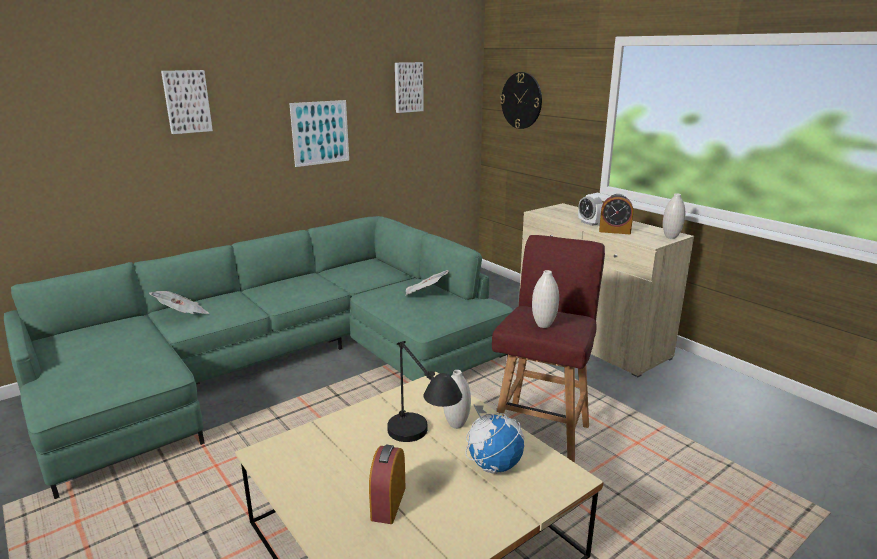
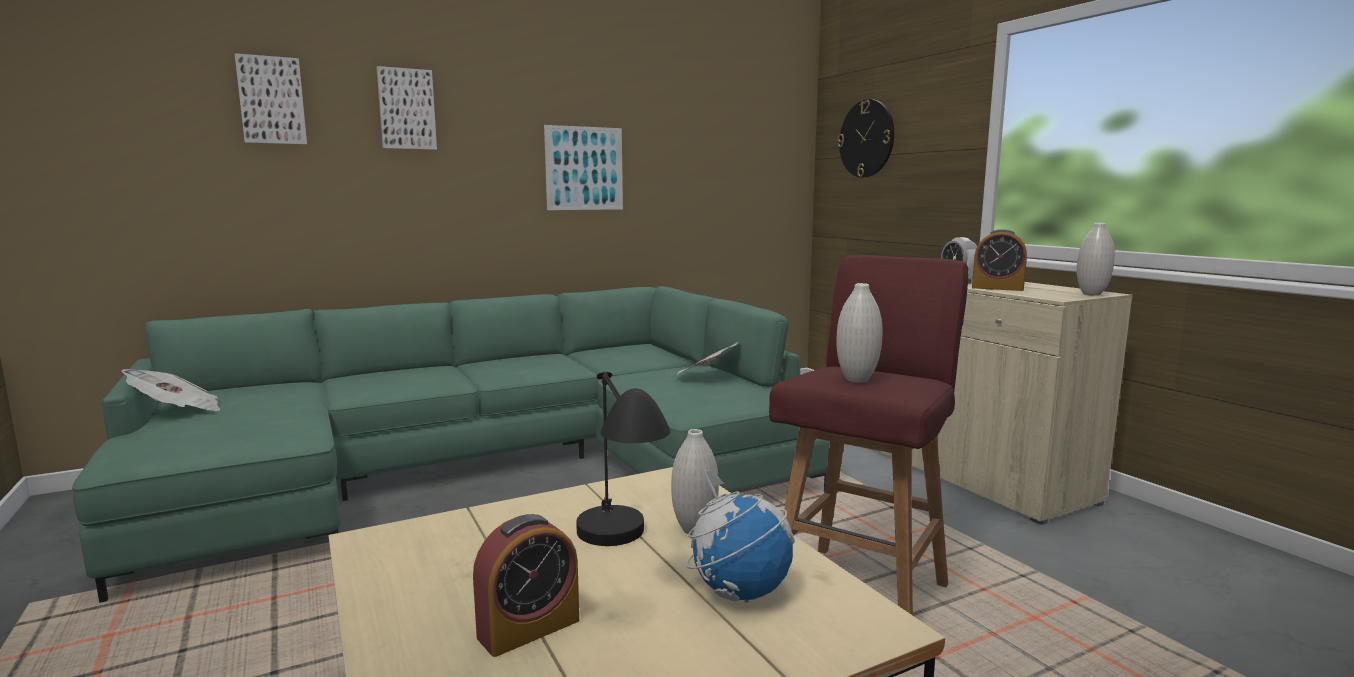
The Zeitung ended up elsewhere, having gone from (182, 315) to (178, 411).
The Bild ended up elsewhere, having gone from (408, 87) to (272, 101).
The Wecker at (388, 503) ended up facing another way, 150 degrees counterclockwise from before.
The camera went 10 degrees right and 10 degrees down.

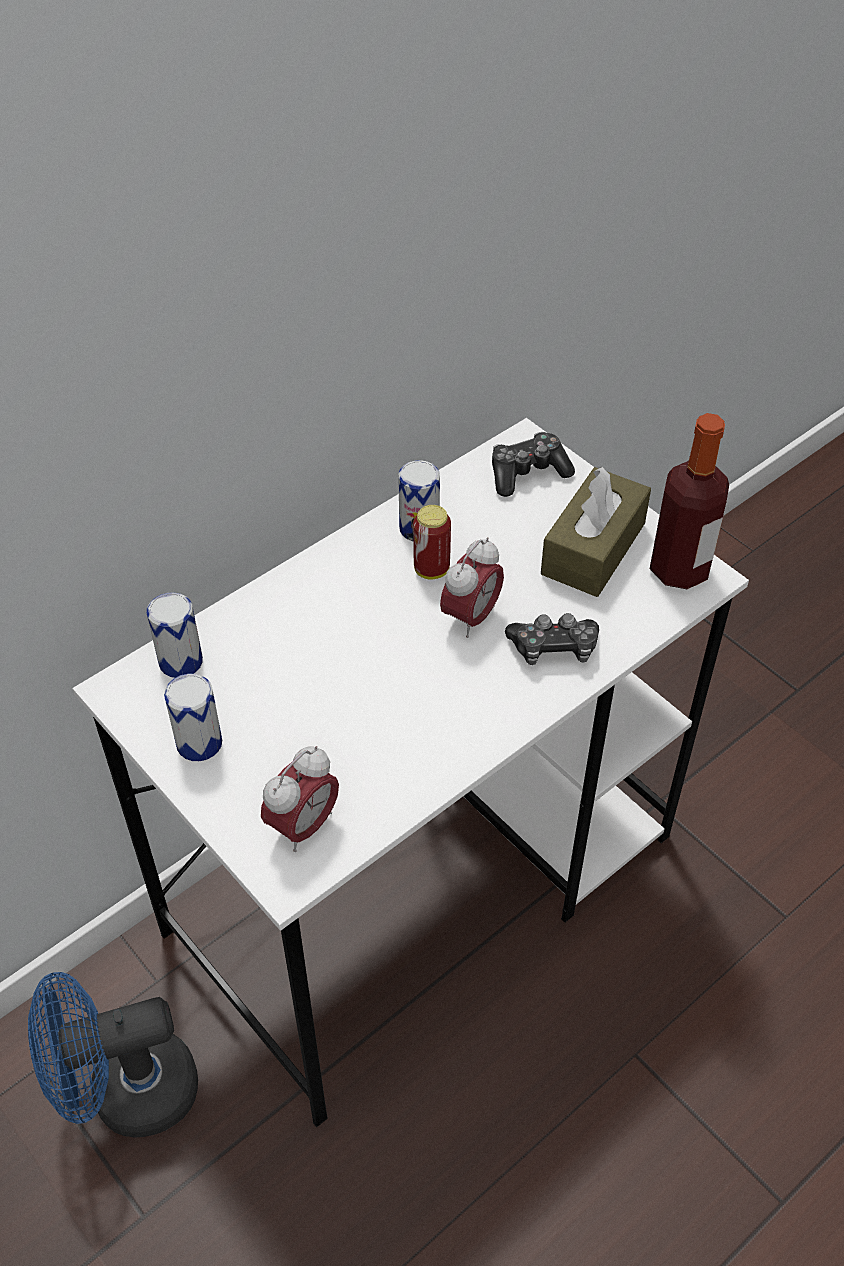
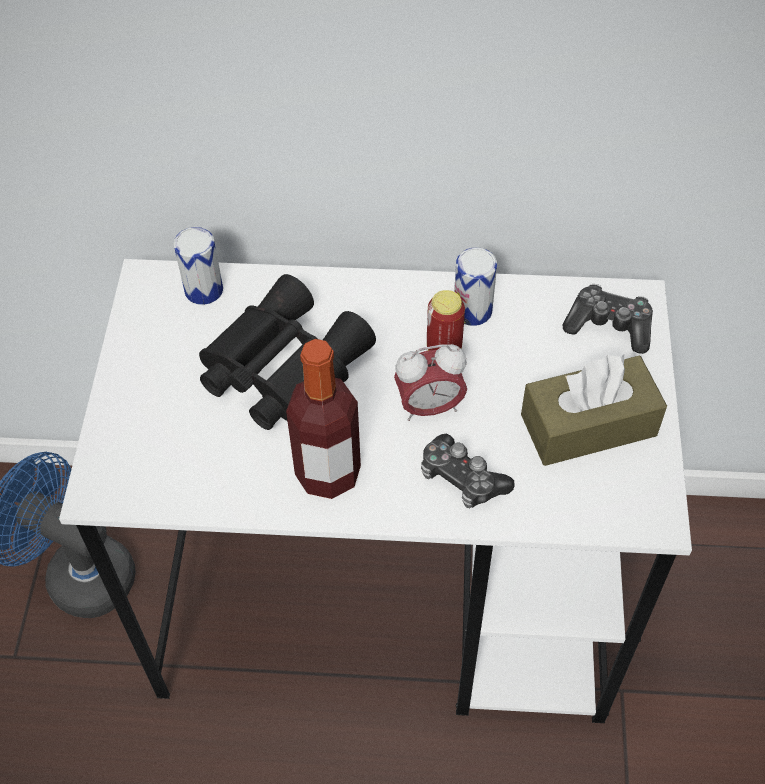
The second view lost the Dose at (199, 743).
The second view lost the Wecker at (303, 826).
The second view gained the Fernglas/schwarz at (280, 367).
The Flasche ended up elsewhere, having gone from (679, 569) to (328, 473).
The camera went 45 degrees right and 5 degrees up.

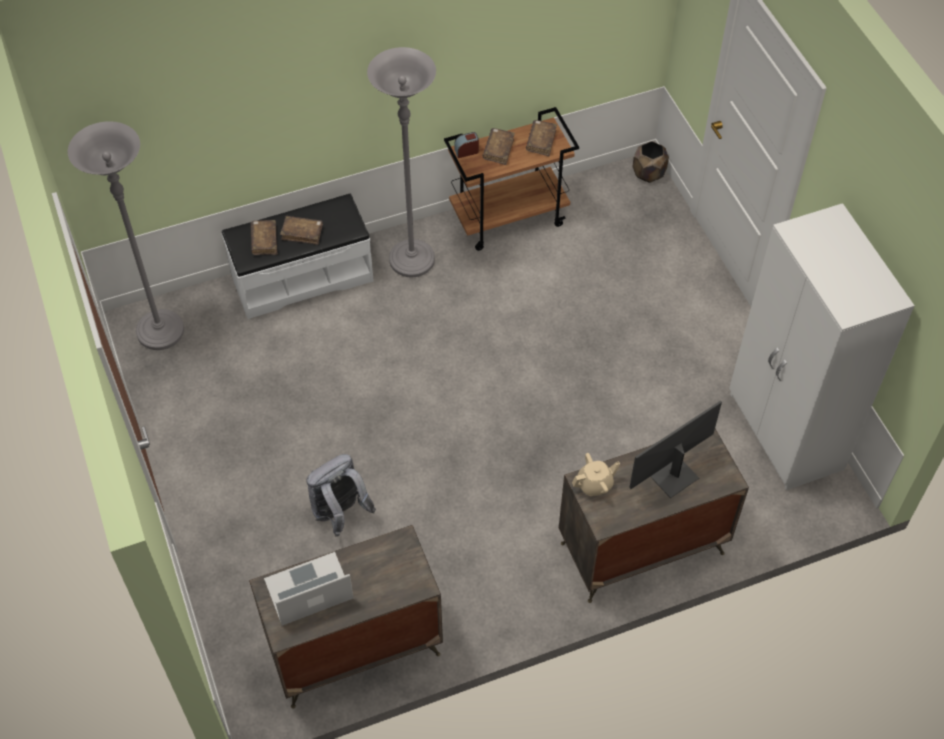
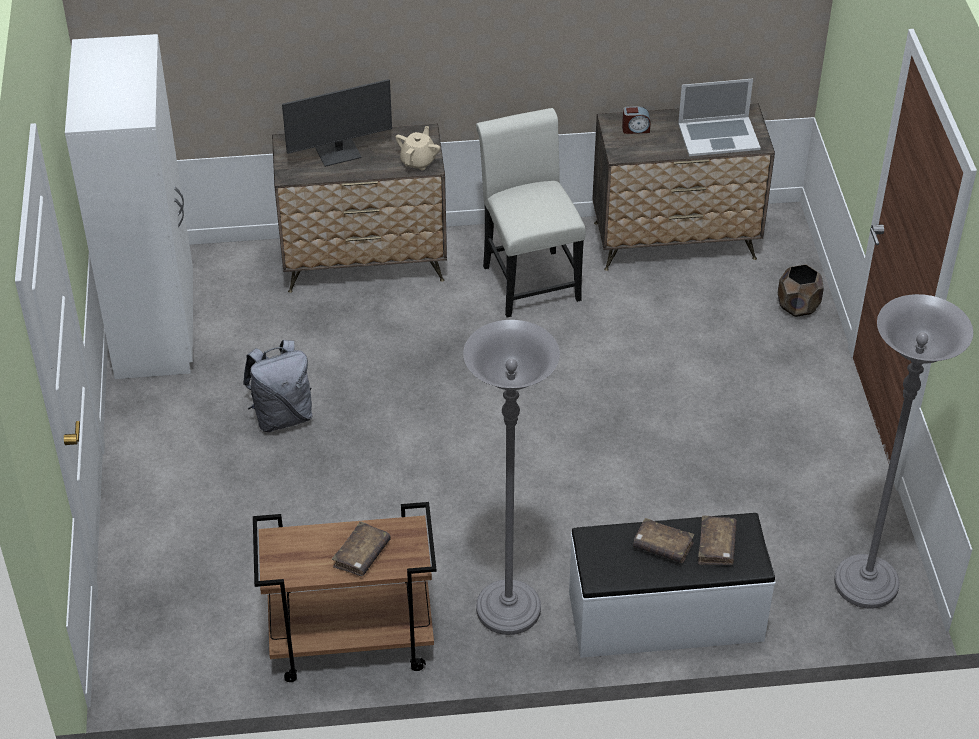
The second view lost the Buch/braun at (541, 141).
The second view gained the Stuhl/weiß at (528, 278).
The Rucksack/grau ended up elsewhere, having gone from (340, 513) to (282, 416).
The Wecker ended up elsewhere, having gone from (466, 151) to (635, 129).
The Pflanzkübel/braun ended up elsewhere, having gone from (648, 173) to (798, 306).
The Teekanne/beige at (595, 484) ended up facing another way, 120 degrees clockwise from before.
The camera went 165 degrees left and 10 degrees down.

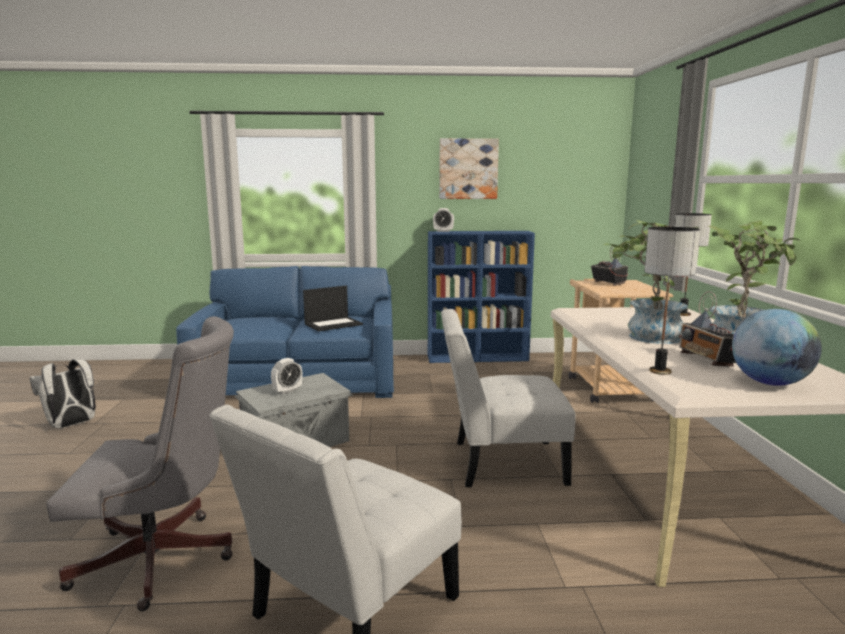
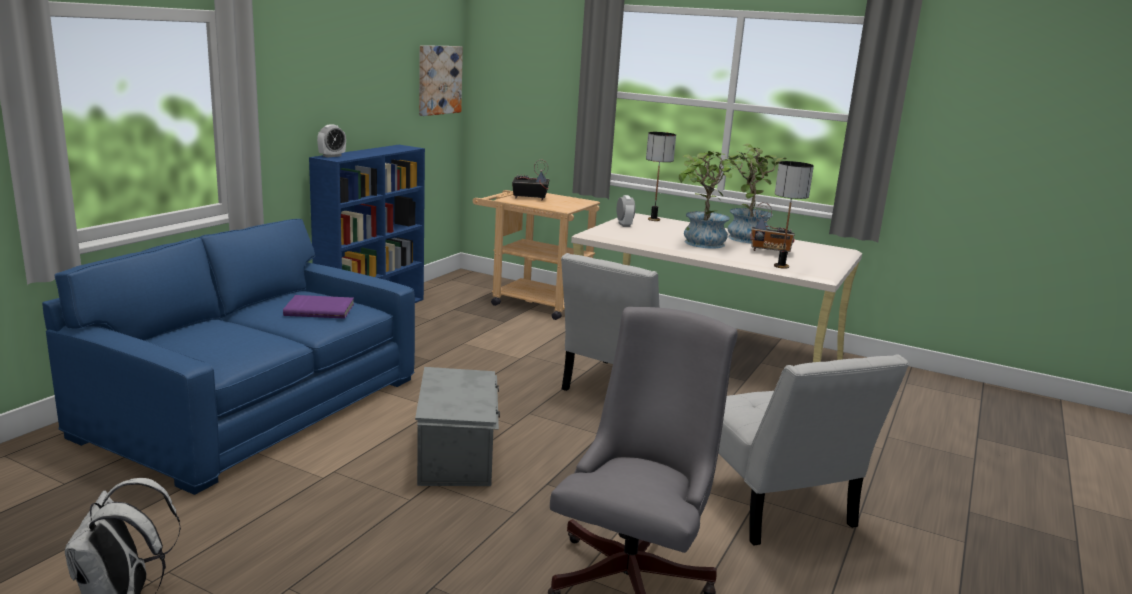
The second view lost the Globus at (770, 383).
The Wecker ended up elsewhere, having gone from (287, 391) to (624, 225).
The Bild ended up elsewhere, having gone from (468, 169) to (439, 80).
Where the Laptop stood at (333, 324), the Buch/lila came to stand at (319, 309).
The camera went 60 degrees left and 5 degrees up.

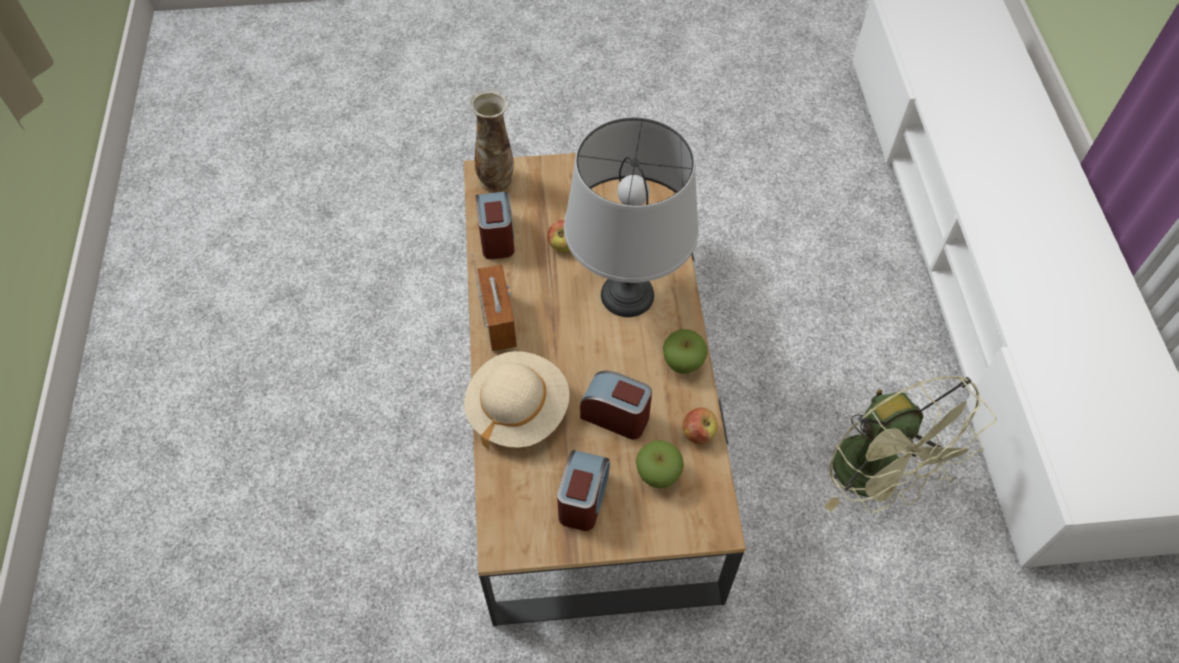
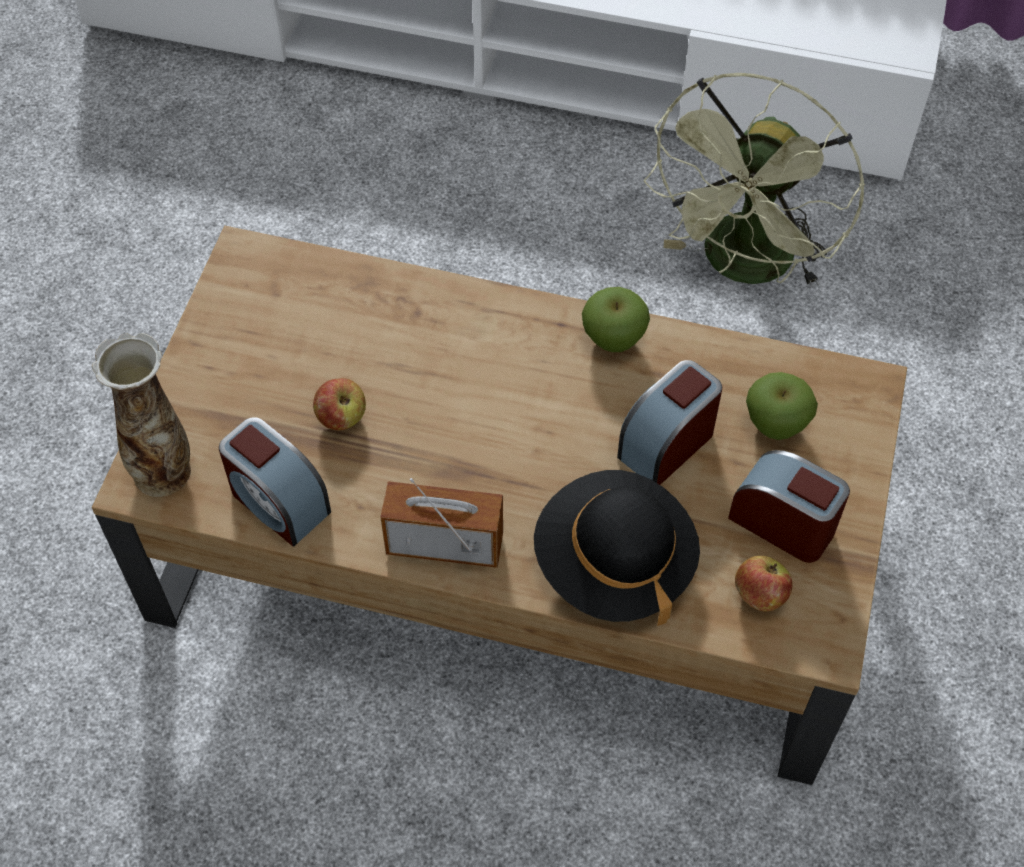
The second view lost the Tischlampe/grau at (628, 295).
The Apfel ended up elsewhere, having gone from (698, 433) to (759, 595).
What was the Hut/beige at (518, 410) turned into the Hut/schwarz at (613, 563).
The Wecker at (497, 236) ended up facing another way, 150 degrees counterclockwise from before.
The Ventilator/grün at (877, 479) ended up facing another way, 120 degrees clockwise from before.
The camera went 70 degrees left and 0 degrees up.

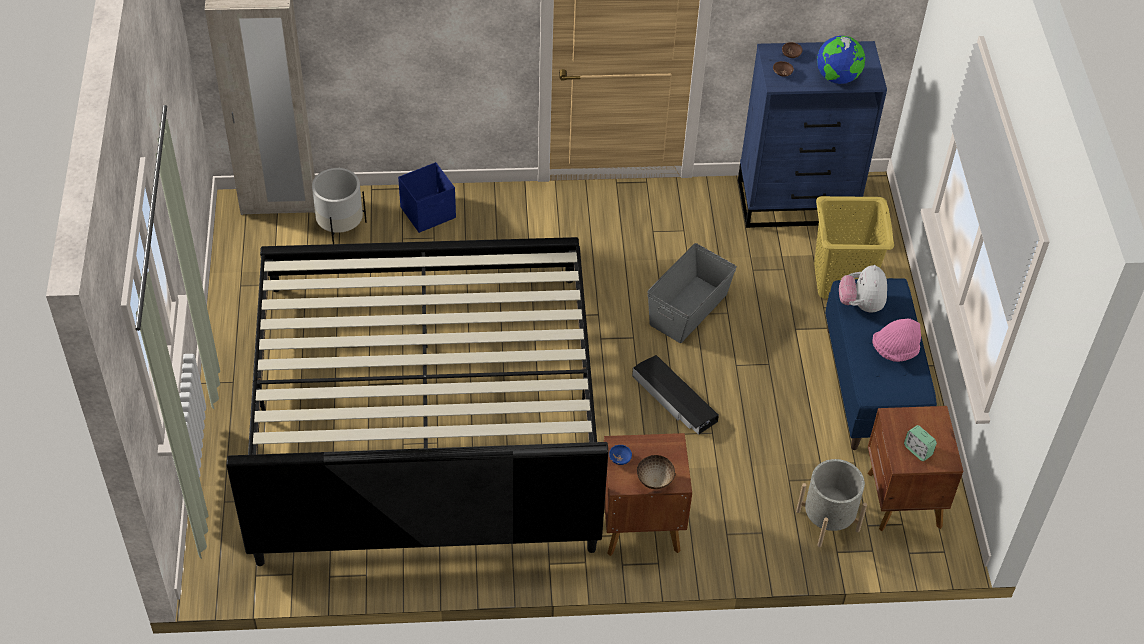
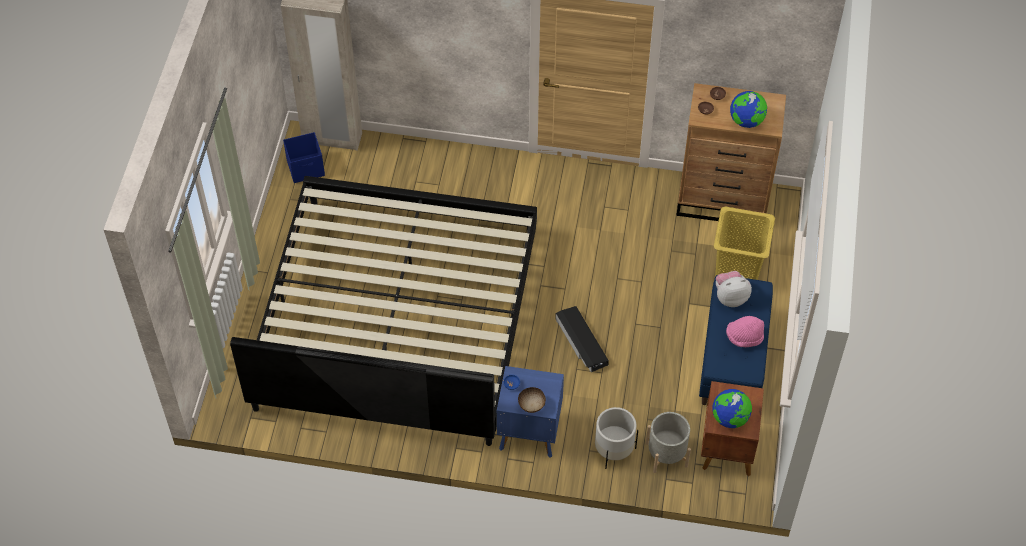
The second view lost the Aufbewahrungsbox/grau at (689, 309).
The Pflanzkübel/weiß ended up elsewhere, having gone from (340, 228) to (613, 450).
The Aufbewahrungsbox/blau ended up elsewhere, having gone from (429, 213) to (306, 168).
Where the Wecker stood at (917, 450), the Globus came to stand at (730, 418).
What was the Nachttisch/braun at (639, 525) turned into the Nachttisch/blau at (528, 432).
What was the Kommode/blau at (798, 202) turned into the Kommode/braun at (723, 201).
The Plüschtier at (861, 304) ended up facing another way, 60 degrees clockwise from before.
The camera went 15 degrees right and 5 degrees up.

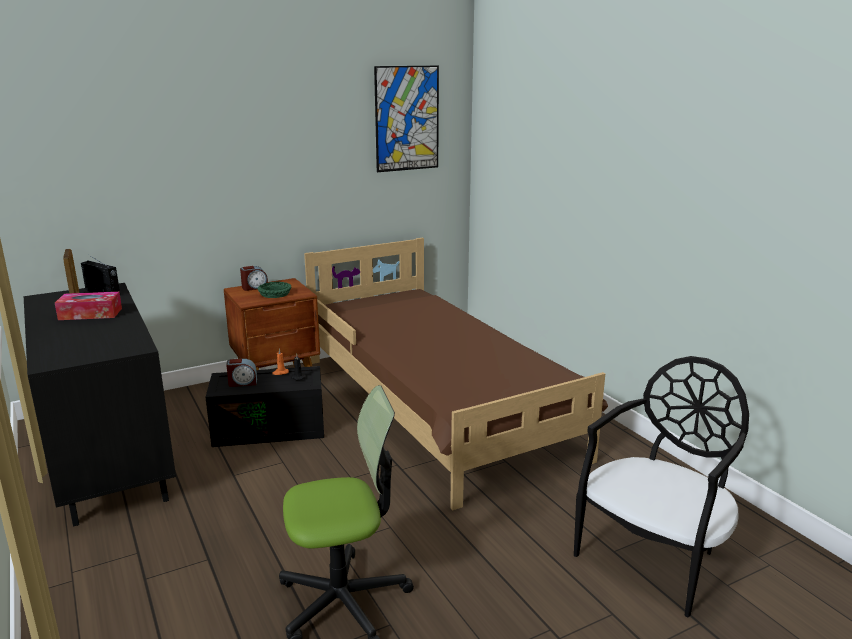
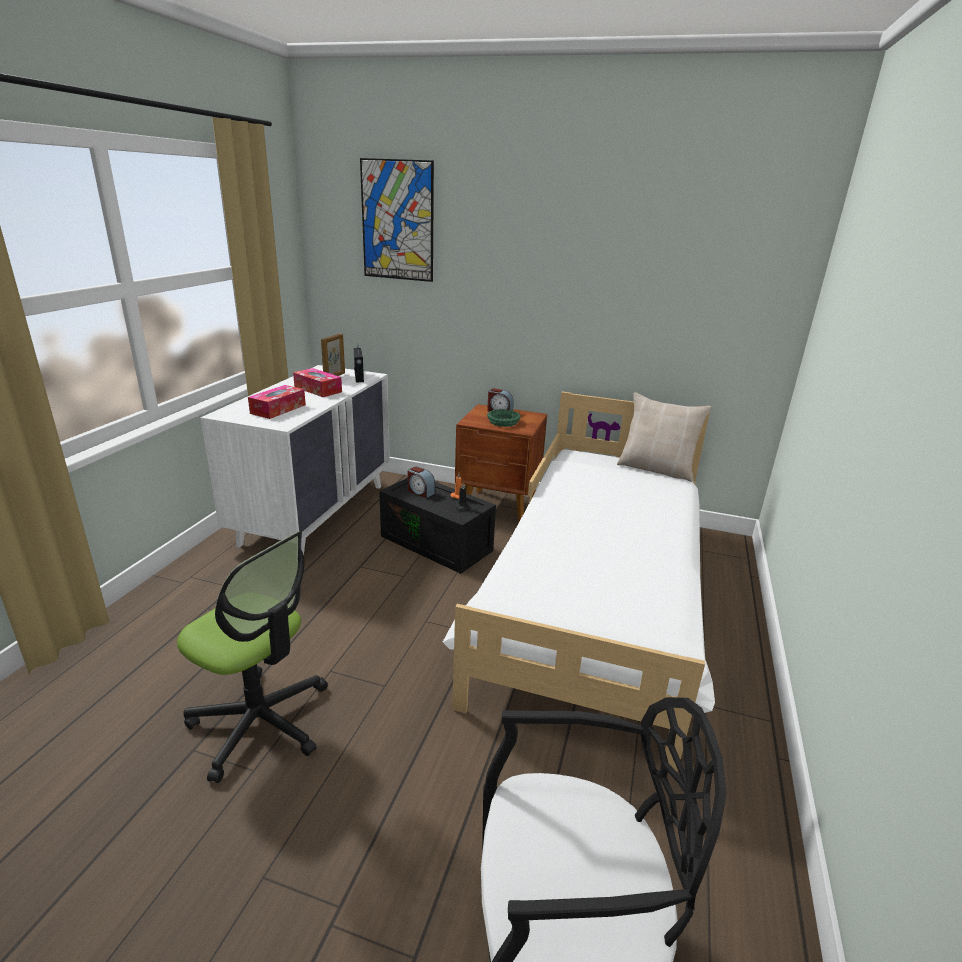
The second view gained the Taschentuchbox at (278, 409).
The second view gained the Kissen/beige at (656, 469).
The Bild ended up elsewhere, having gone from (407, 118) to (397, 221).
What was the Kommode/schwarz at (109, 461) turned into the Kommode/weiß at (316, 513).
What was the Bett/braun at (436, 406) turned into the Bett/weiß at (596, 599).
The camera went 45 degrees right and 5 degrees up.

